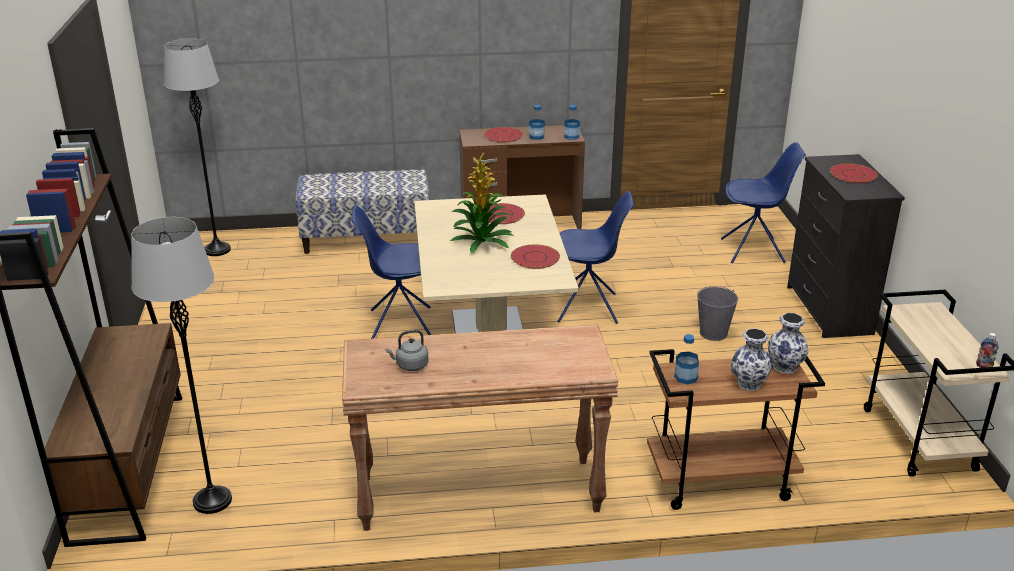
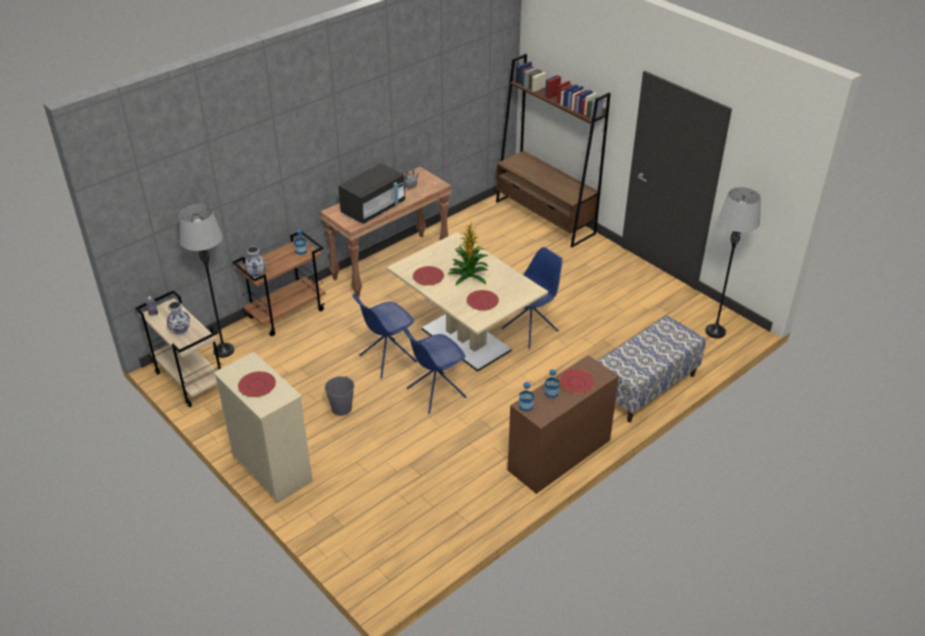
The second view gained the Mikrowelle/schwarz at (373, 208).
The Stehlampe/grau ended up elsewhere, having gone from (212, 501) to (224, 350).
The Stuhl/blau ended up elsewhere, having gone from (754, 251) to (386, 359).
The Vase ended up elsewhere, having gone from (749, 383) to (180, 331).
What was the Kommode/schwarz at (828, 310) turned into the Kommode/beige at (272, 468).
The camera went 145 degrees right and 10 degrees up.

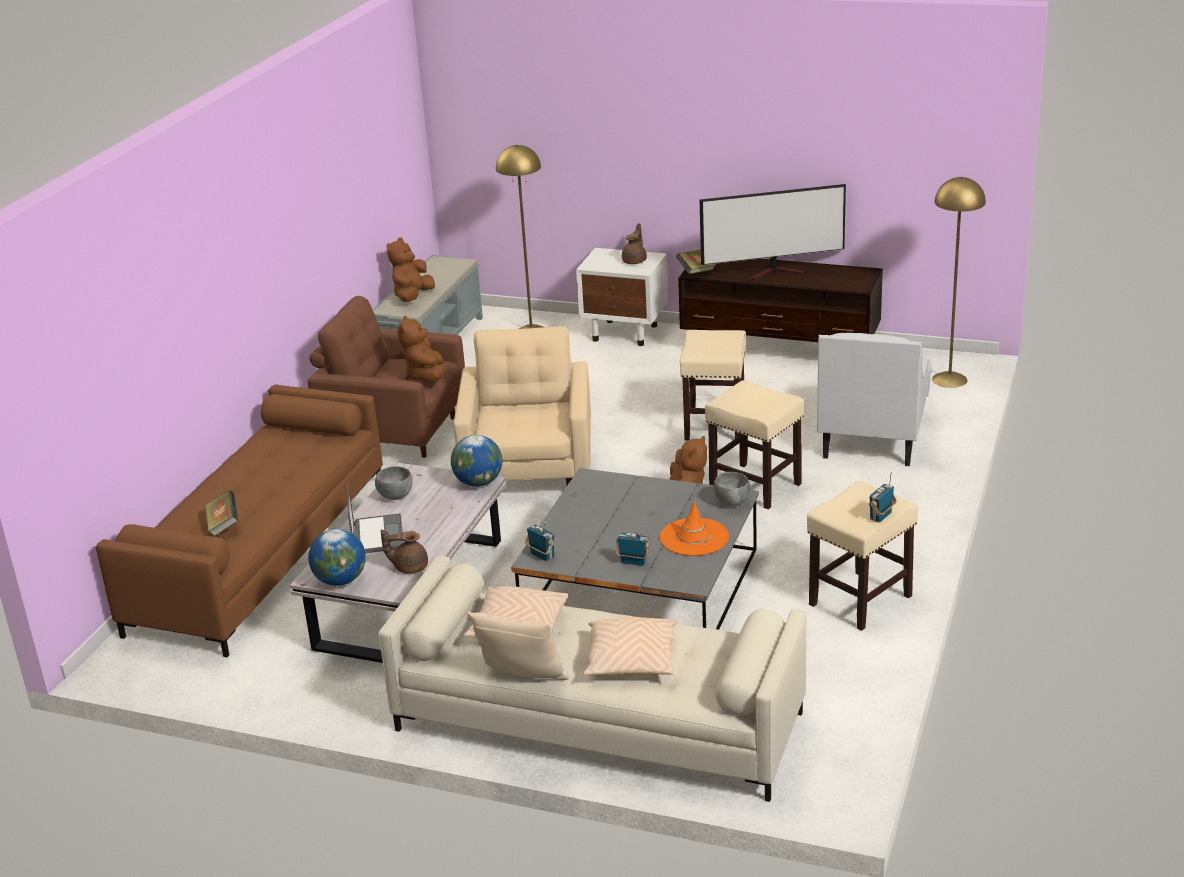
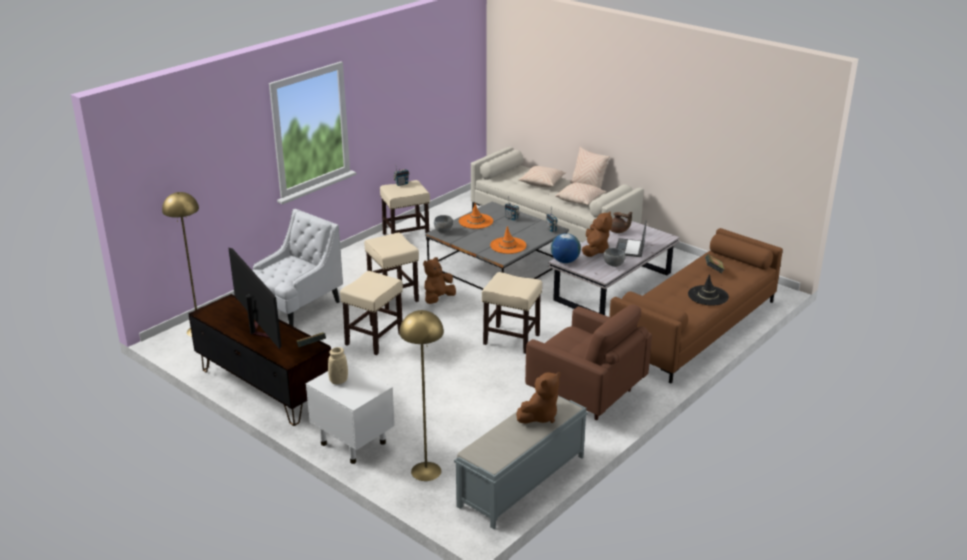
The second view lost the Globus at (340, 580).
The second view gained the Hut/orange at (508, 246).
The second view gained the Hut/schwarz at (708, 296).
The Plüschtier/braun ended up elsewhere, having gone from (426, 377) to (595, 250).
Where the Sessel/beige stood at (530, 469), the Hocker/beige came to stand at (510, 339).
Where the Teekanne/braun stood at (635, 261), the Vase/beige came to stand at (338, 381).
The Fernseher at (777, 272) ended up facing another way, 45 degrees clockwise from before.
The camera went 160 degrees left and 0 degrees up.

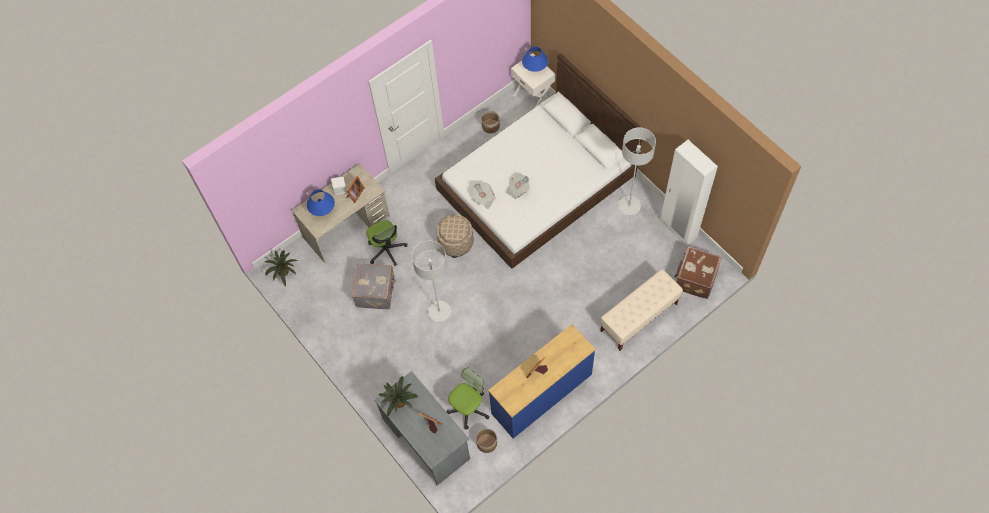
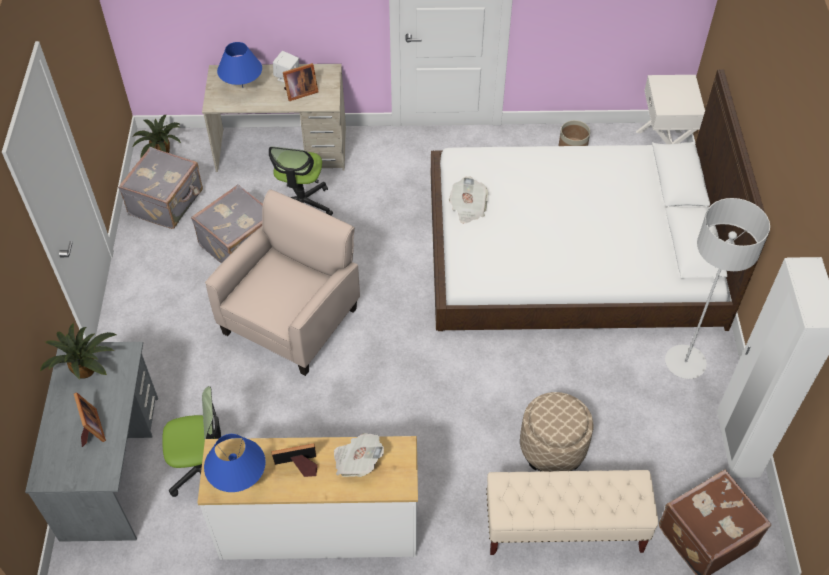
The second view lost the Pflanzkübel at (486, 443).
The second view gained the Koffer/grau at (167, 203).
The Polsterhocker/beige ended up elsewhere, having gone from (456, 243) to (552, 447).
The Zeitung ended up elsewhere, having gone from (517, 189) to (357, 461).
The Tischlampe/blau ended up elsewhere, having gone from (535, 69) to (239, 479).
Where the Stehlampe/grau stood at (439, 311), the Sessel/beige came to stand at (291, 319).
What was the Kommode/blau at (542, 394) turned into the Kommode/weiß at (319, 529).
The camera went 35 degrees right and 10 degrees down.

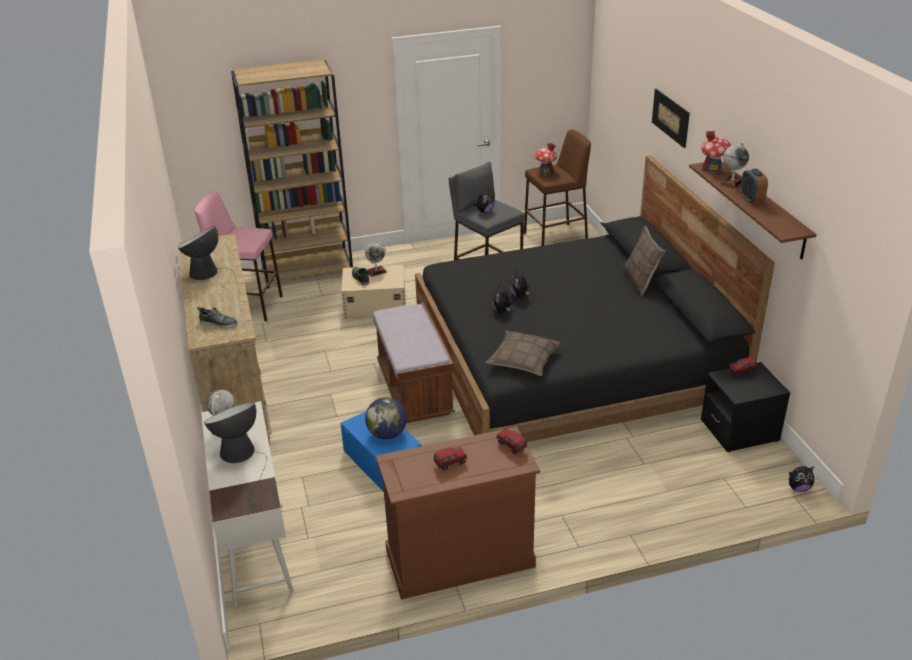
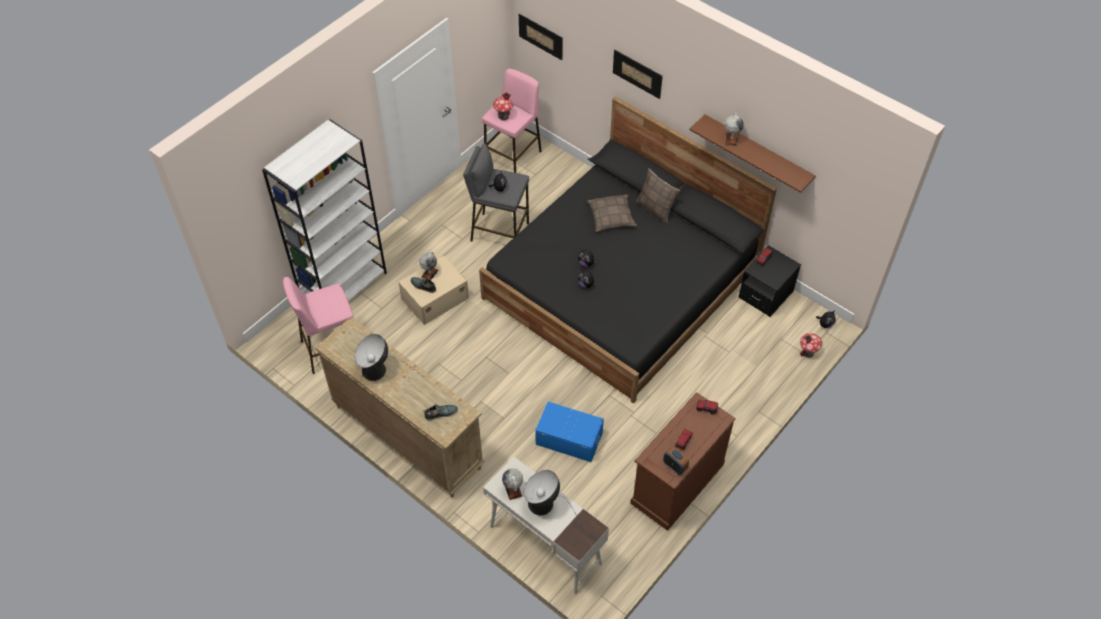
The second view lost the Globus at (387, 434).
The second view lost the Bank/braun at (415, 390).
The second view gained the Bild at (541, 36).
The Kissen ended up elsewhere, having gone from (523, 360) to (611, 217).
The Spielzeughaus ended up elsewhere, having gone from (713, 170) to (807, 352).
The Wecker ended up elsewhere, having gone from (751, 199) to (674, 467).
What was the Bücherregal/braun at (308, 270) turned into the Bücherregal/weiß at (344, 286).
What was the Hocker/braun at (556, 237) turned into the Hocker/rosa at (513, 157).
The camera went 35 degrees left and 20 degrees up.

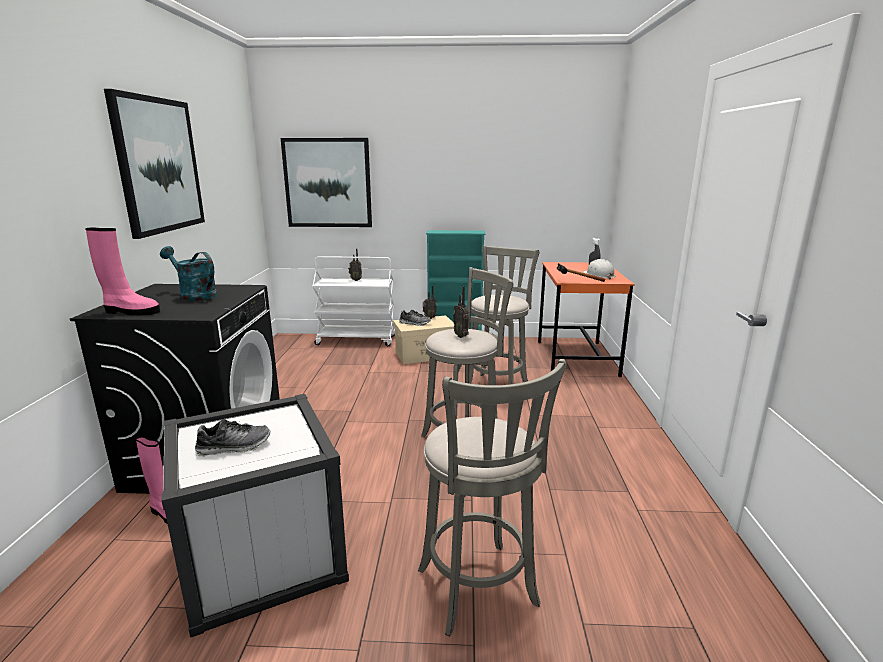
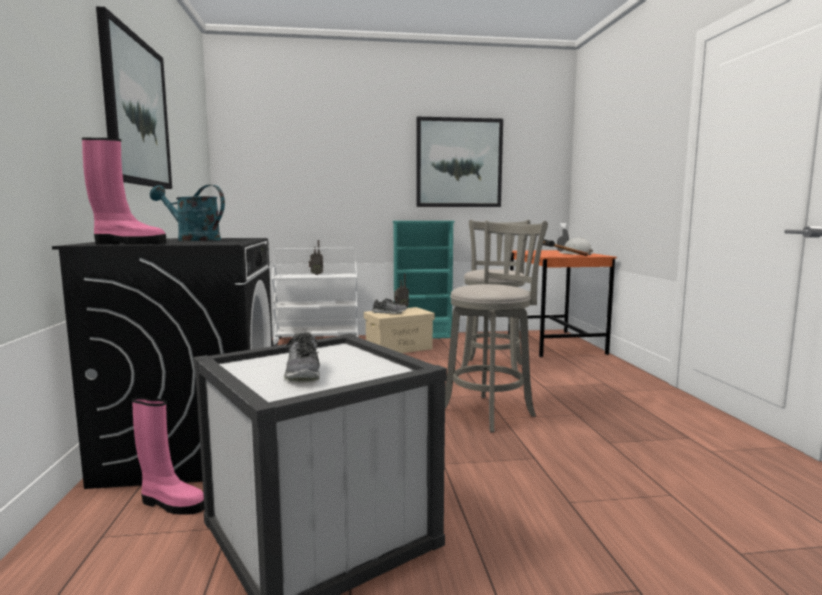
The second view lost the Hocker/grau at (479, 592).
The second view lost the Radio at (462, 336).
The Bild ended up elsewhere, having gone from (328, 183) to (459, 163).
The Schuh at (234, 447) ended up facing another way, 105 degrees clockwise from before.
The camera went 10 degrees left and 10 degrees down.

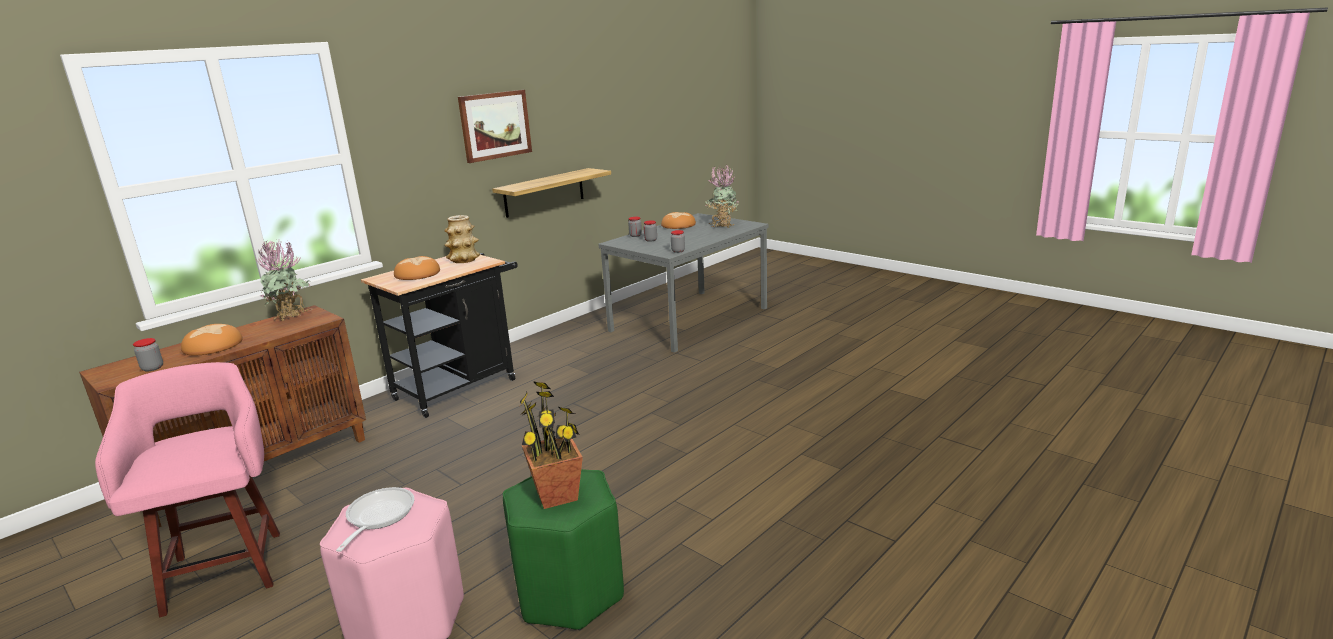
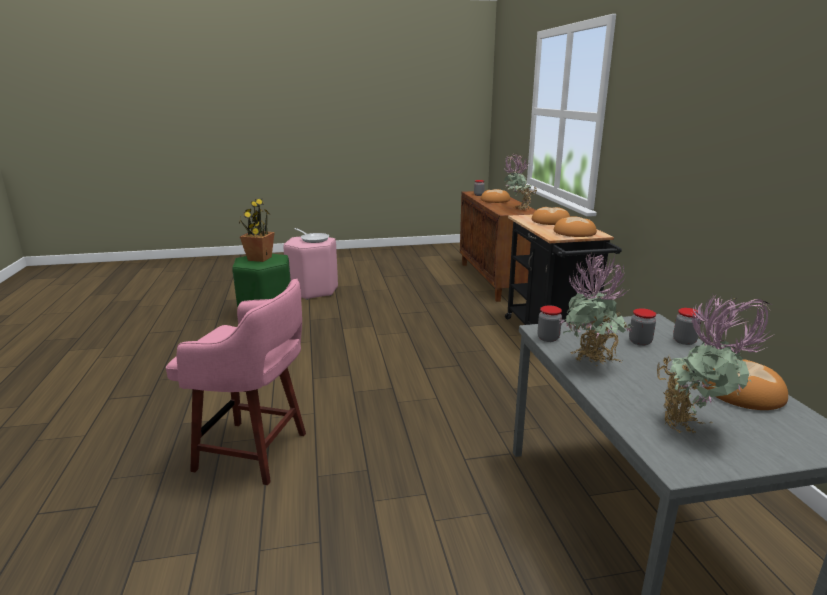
The second view lost the Bild at (495, 125).
The second view lost the Wandregal at (544, 192).
The second view gained the Topfpflanze at (591, 364).
The Hocker/rosa ended up elsewhere, having gone from (224, 569) to (255, 452).
Where the Vase stood at (464, 260), the Brot came to stand at (574, 232).
The camera went 125 degrees right and 0 degrees up.

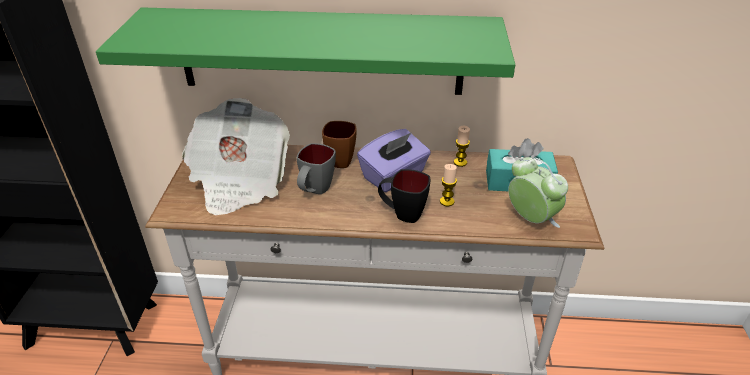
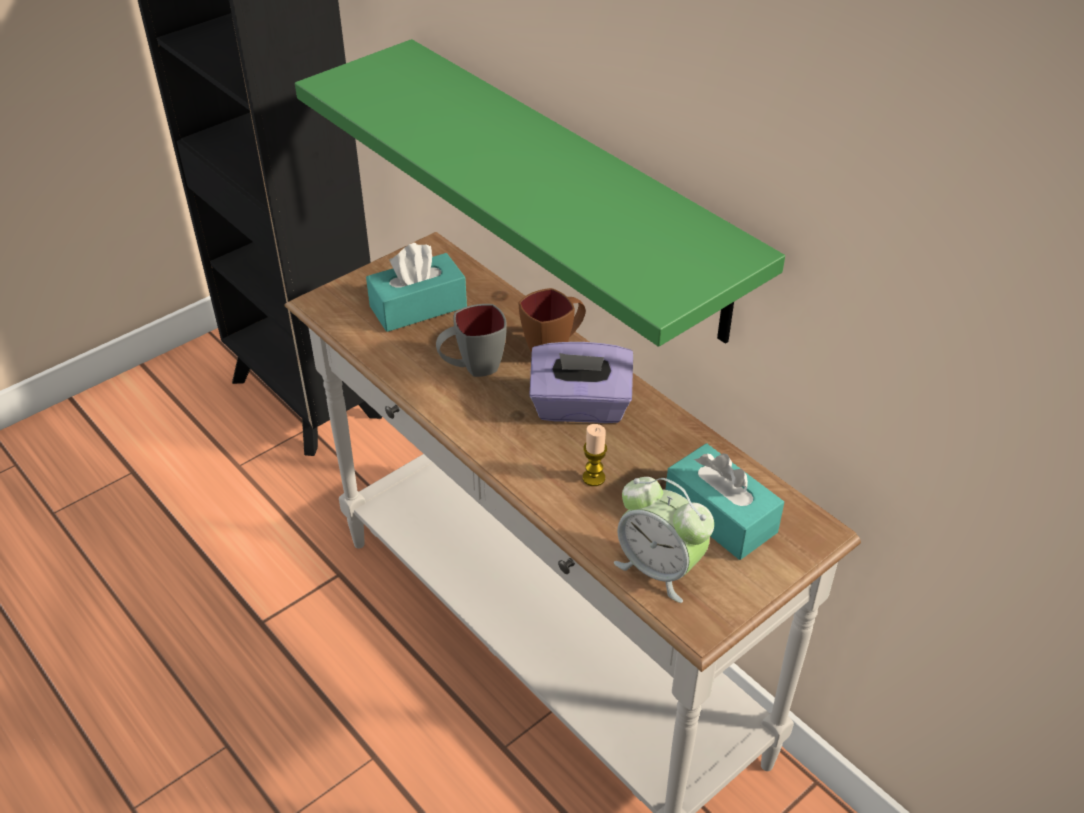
The second view lost the Henkelbecher/schwarz at (402, 213).
The second view lost the Kerze at (460, 162).
Where the Zeitung stood at (239, 180), the Taschentuchbox/türkis came to stand at (418, 307).
The Wecker at (531, 219) ended up facing another way, 120 degrees clockwise from before.
The camera went 45 degrees right and 5 degrees up.

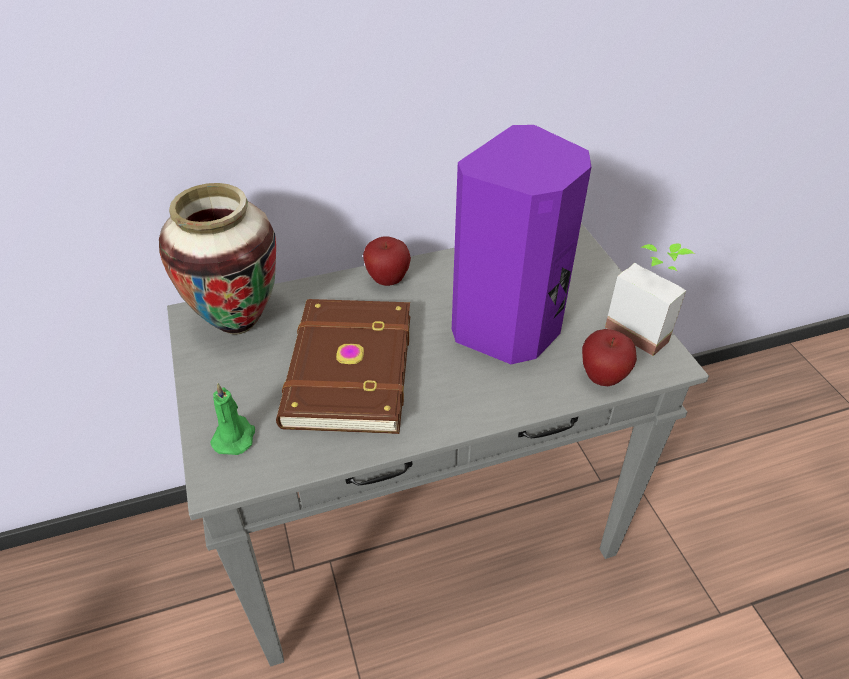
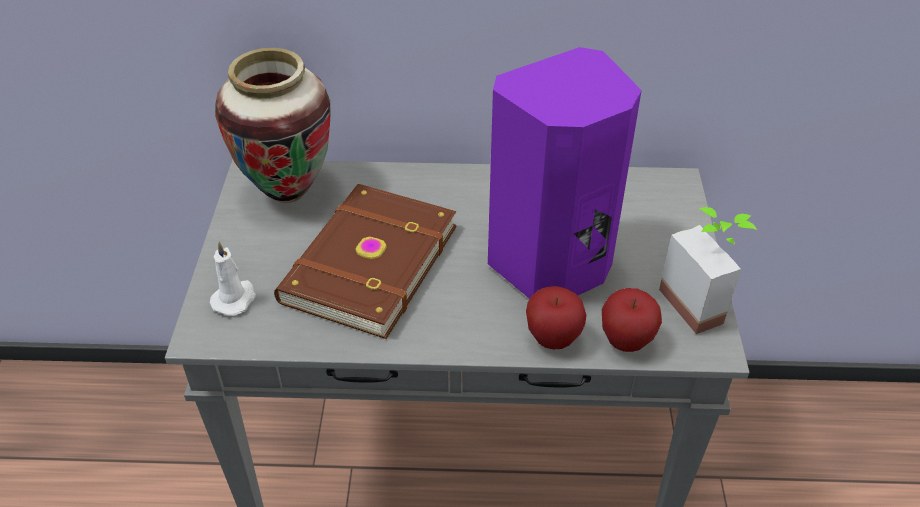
The Apfel ended up elsewhere, having gone from (387, 280) to (553, 339).
What was the Kerze/grün at (235, 436) turned into the Kerze/weiß at (235, 298).
The camera went 20 degrees right and 0 degrees up.

